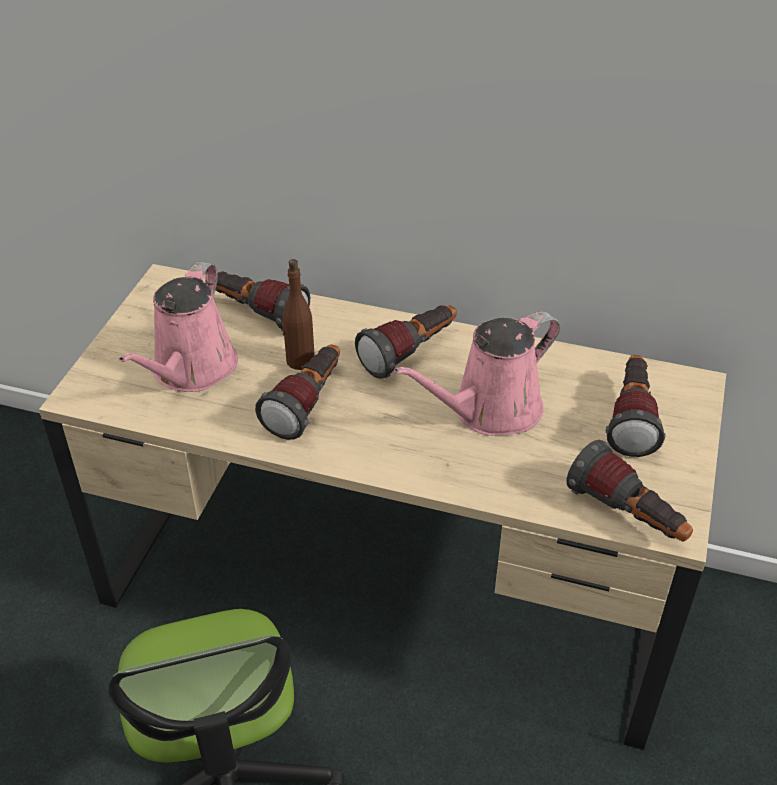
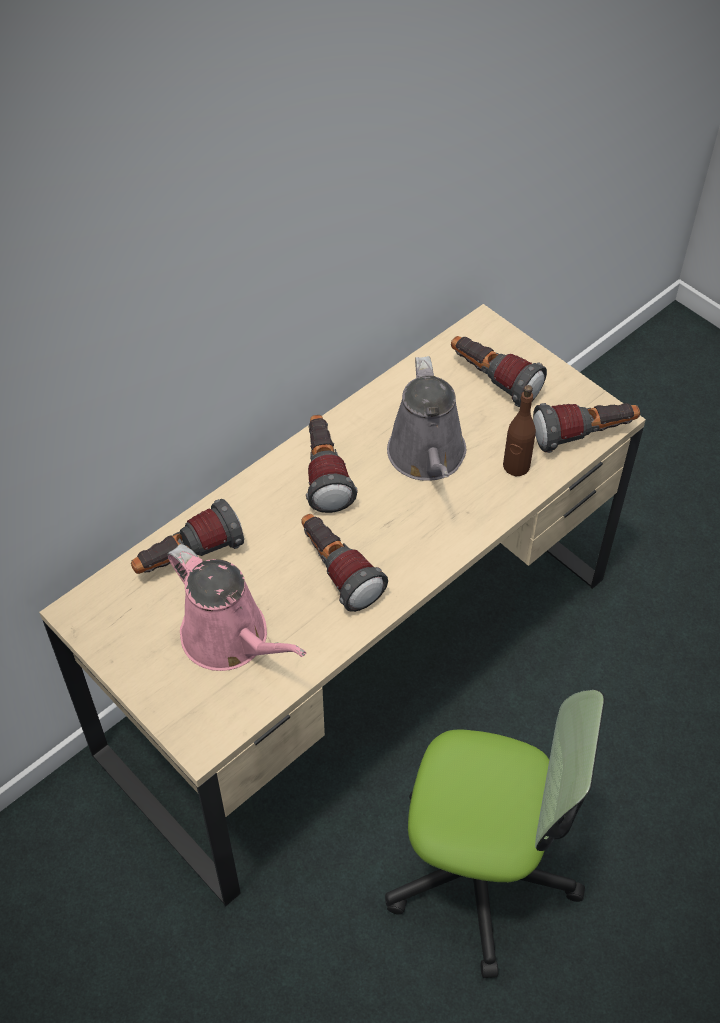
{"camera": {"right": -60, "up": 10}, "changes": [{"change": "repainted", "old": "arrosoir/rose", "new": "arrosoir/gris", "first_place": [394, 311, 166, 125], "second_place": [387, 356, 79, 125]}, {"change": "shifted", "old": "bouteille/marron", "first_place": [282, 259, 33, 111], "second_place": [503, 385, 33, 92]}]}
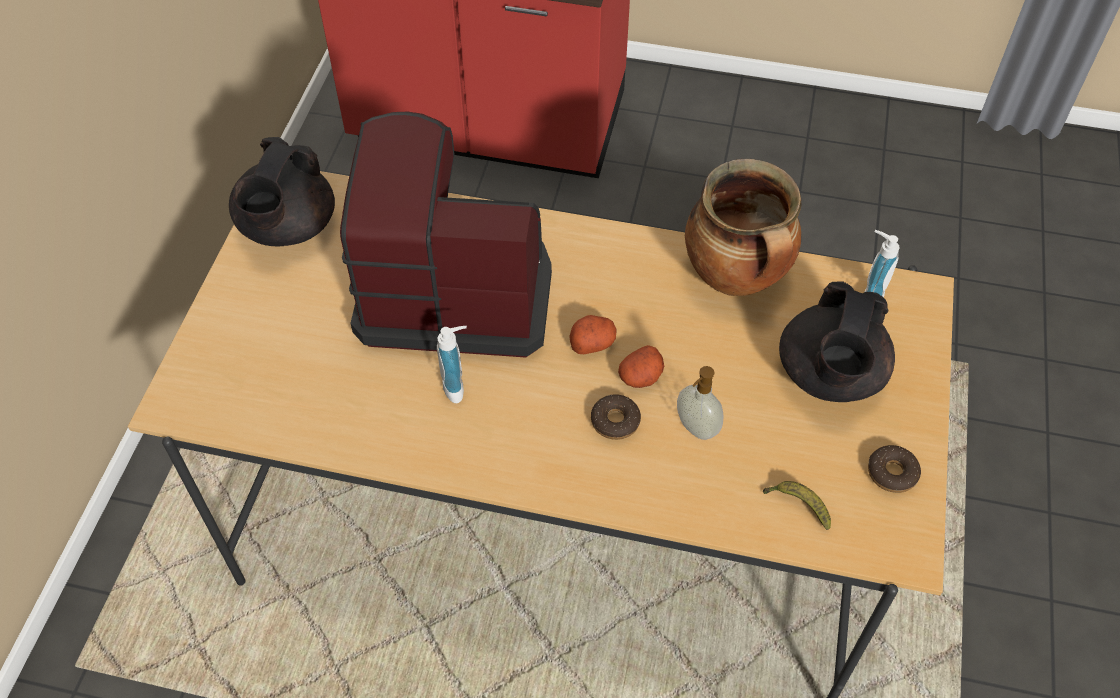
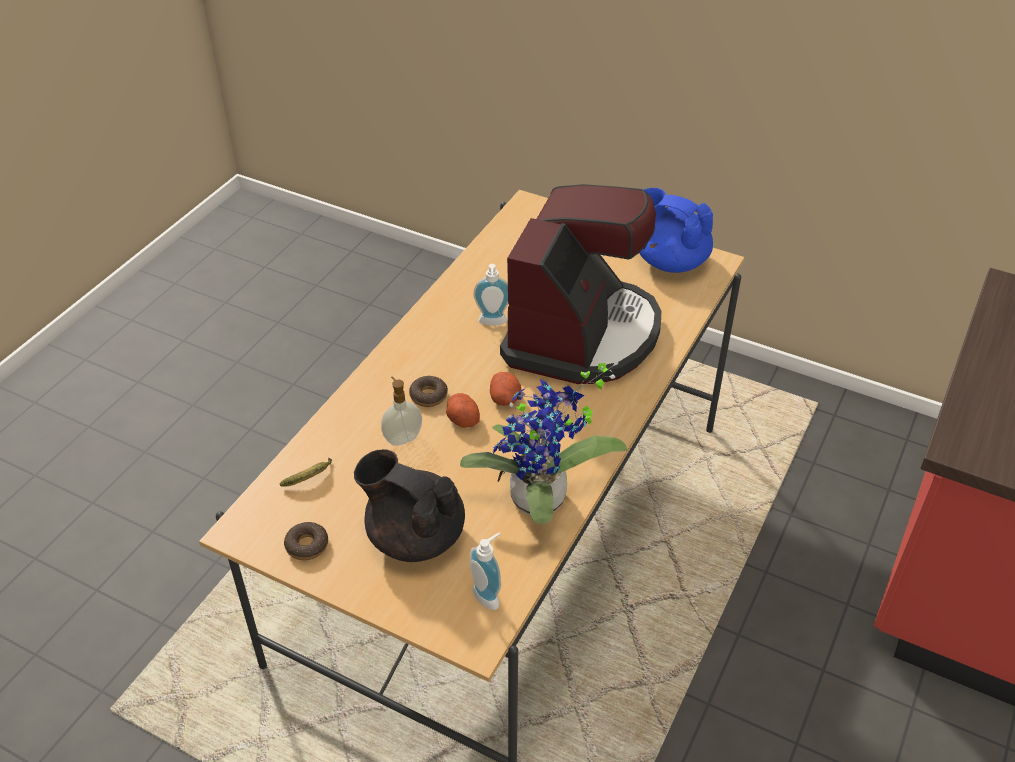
{"camera": {"right": 105, "up": -10}, "changes": [{"change": "swapped", "old": "marmite", "new": "plante en pot", "first_place": [685, 158, 116, 138], "second_place": [460, 362, 167, 162]}, {"change": "repainted", "old": "théière/noir", "new": "théière/bleu", "first_place": [229, 137, 106, 109], "second_place": [639, 188, 74, 85]}]}
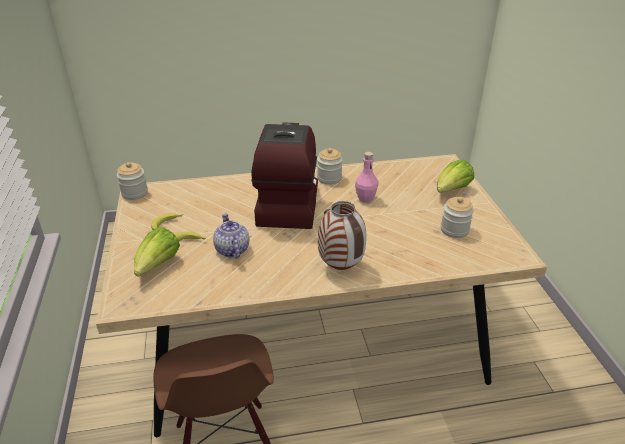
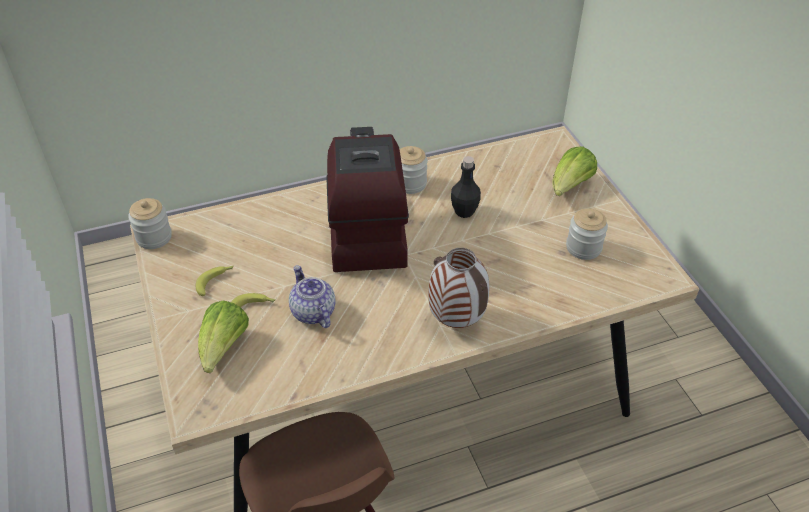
{"camera": {"right": -10, "up": 10}, "changes": [{"change": "repainted", "old": "bouteille/rose", "new": "bouteille/noir", "first_place": [355, 152, 24, 51], "second_place": [451, 156, 30, 62]}]}
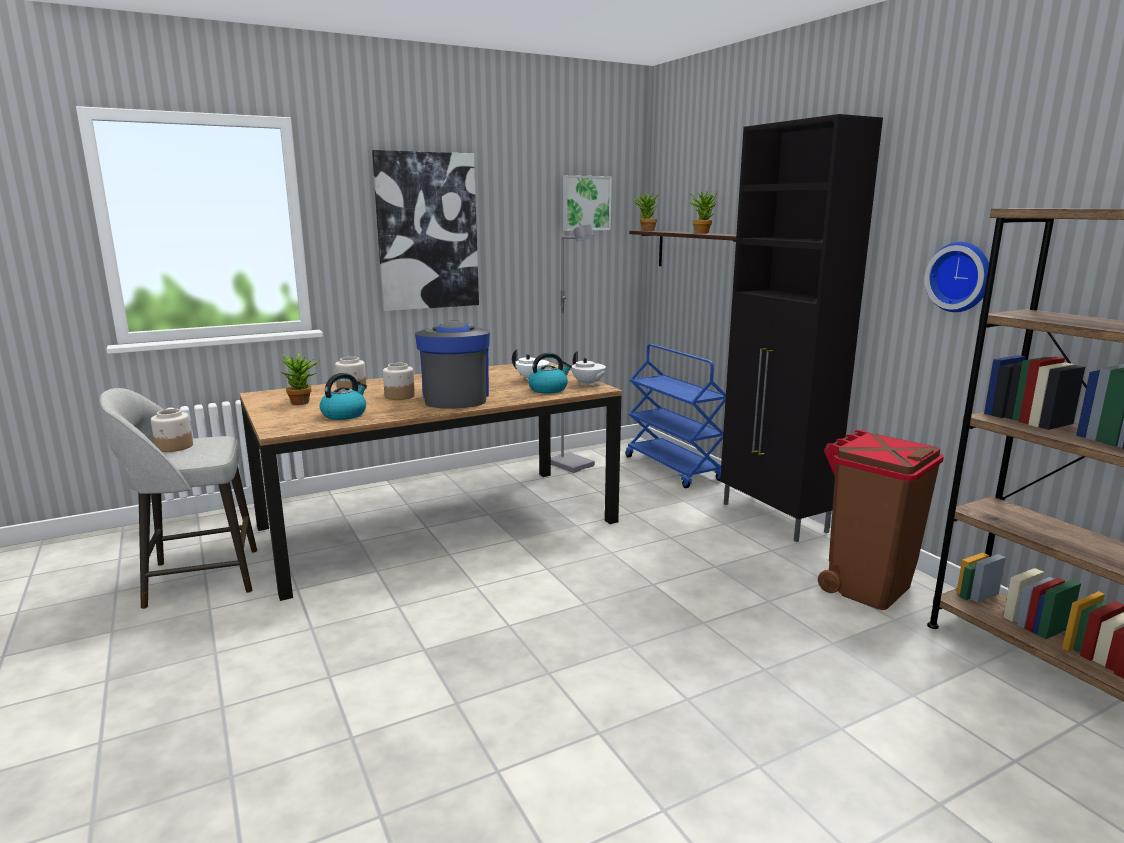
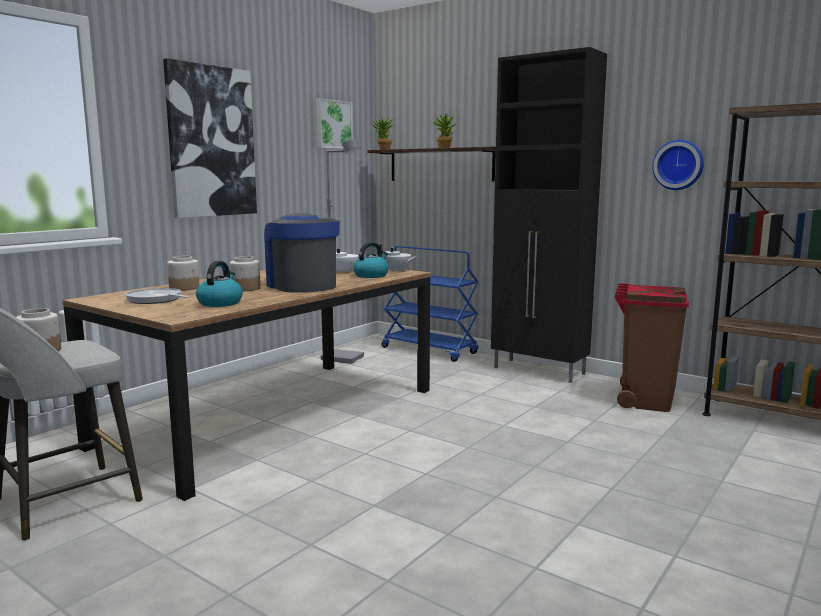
{"camera": {"right": -25, "up": -5}, "changes": [{"change": "swapped", "old": "plante en pot", "new": "poêle", "first_place": [281, 353, 39, 52], "second_place": [125, 288, 64, 16]}]}
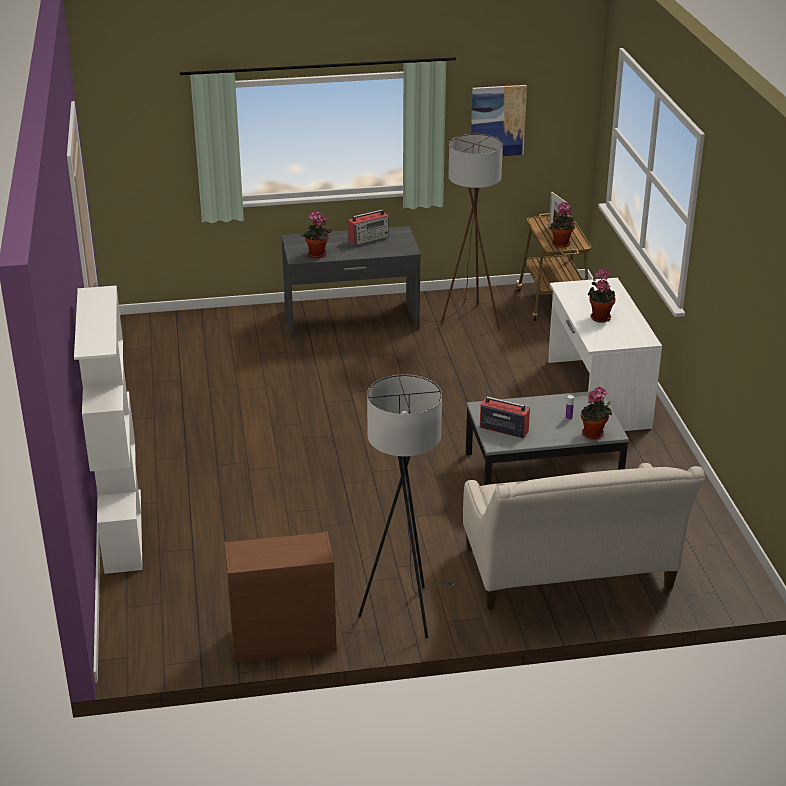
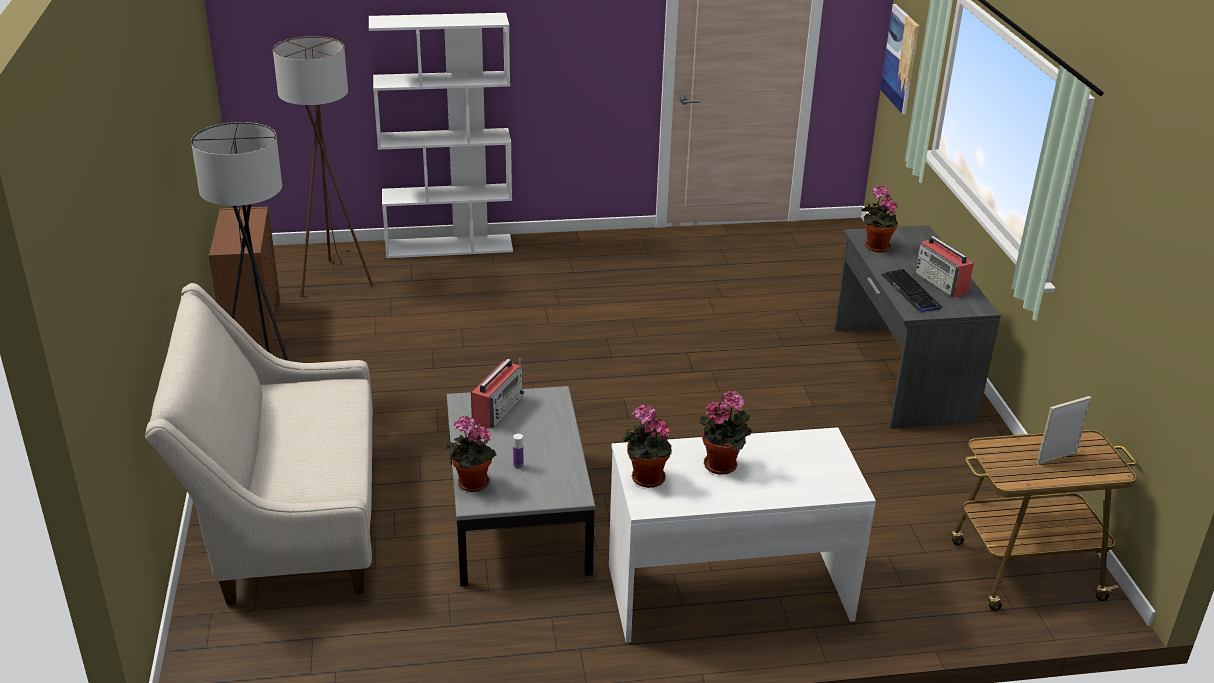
{"camera": {"right": 90, "up": 0}, "changes": [{"change": "shifted", "old": "lampadaire/marron", "first_place": [421, 134, 82, 196], "second_place": [273, 36, 100, 260]}, {"change": "shifted", "old": "plante en pot", "first_place": [549, 202, 26, 46], "second_place": [621, 404, 51, 84]}, {"change": "shifted", "old": "tableau", "first_place": [471, 85, 56, 71], "second_place": [880, 4, 39, 110]}, {"change": "new", "new": "clavier", "second_place": [881, 269, 61, 43]}]}
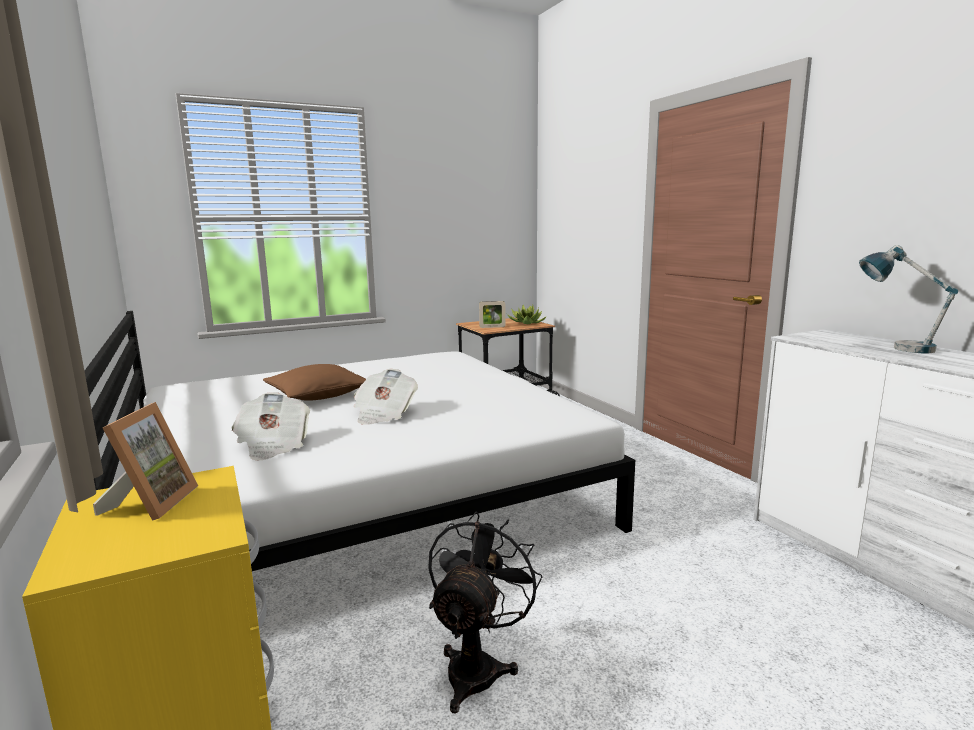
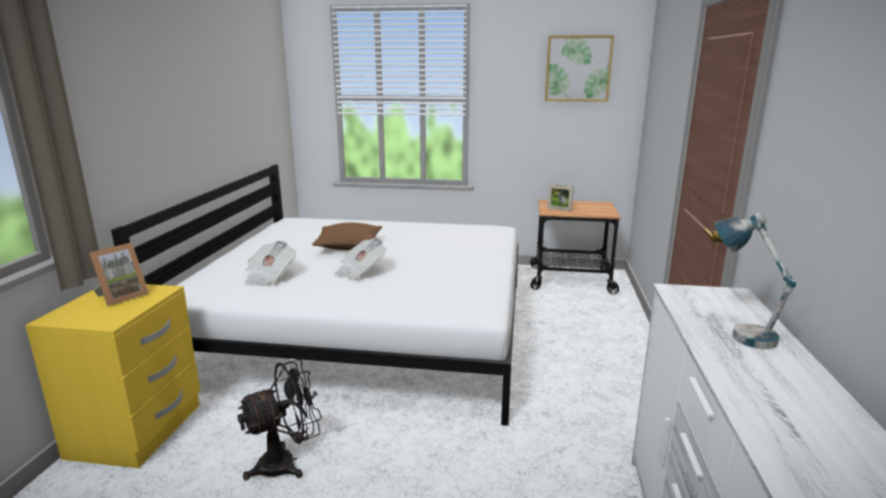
{"camera": {"right": 35, "up": 5}, "changes": [{"change": "new", "new": "tableau", "second_place": [545, 35, 69, 67]}, {"change": "gone", "old": "plante en pot", "first_place": [507, 304, 40, 20]}]}
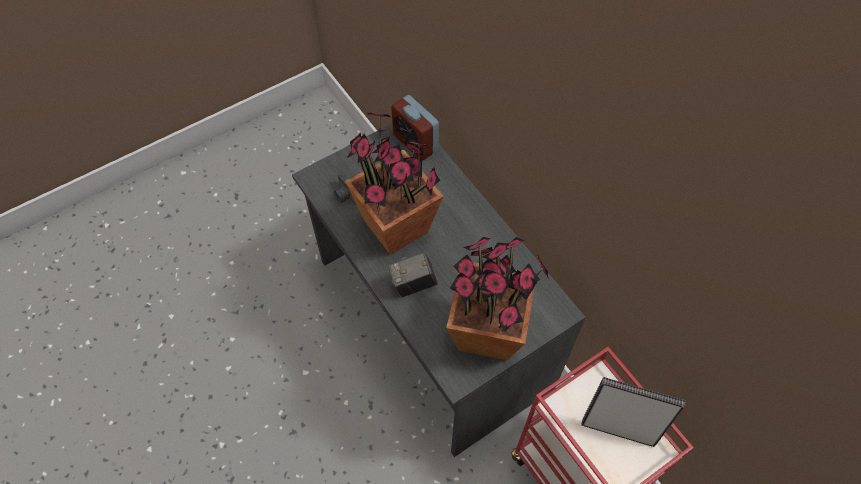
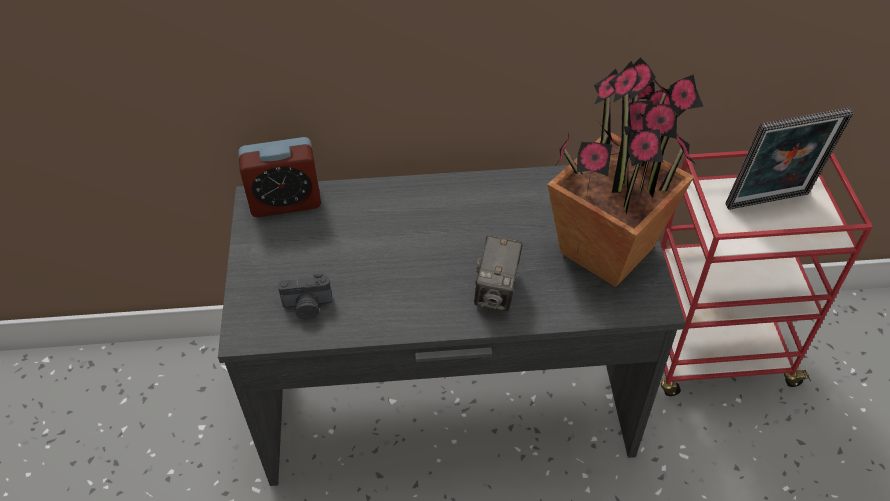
{"camera": {"right": -60, "up": -10}, "changes": [{"change": "rotated", "old": "cadre photo", "first_place": [581, 377, 104, 70], "second_place": [725, 107, 129, 103], "degrees": -150}, {"change": "gone", "old": "plante en pot", "first_place": [345, 112, 99, 143]}]}
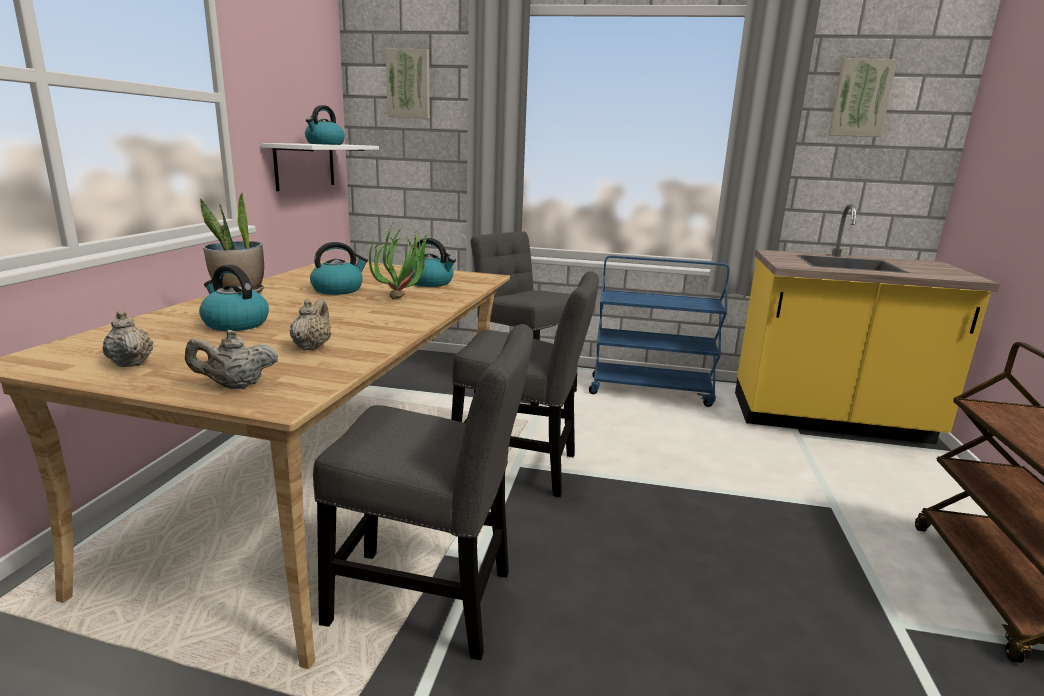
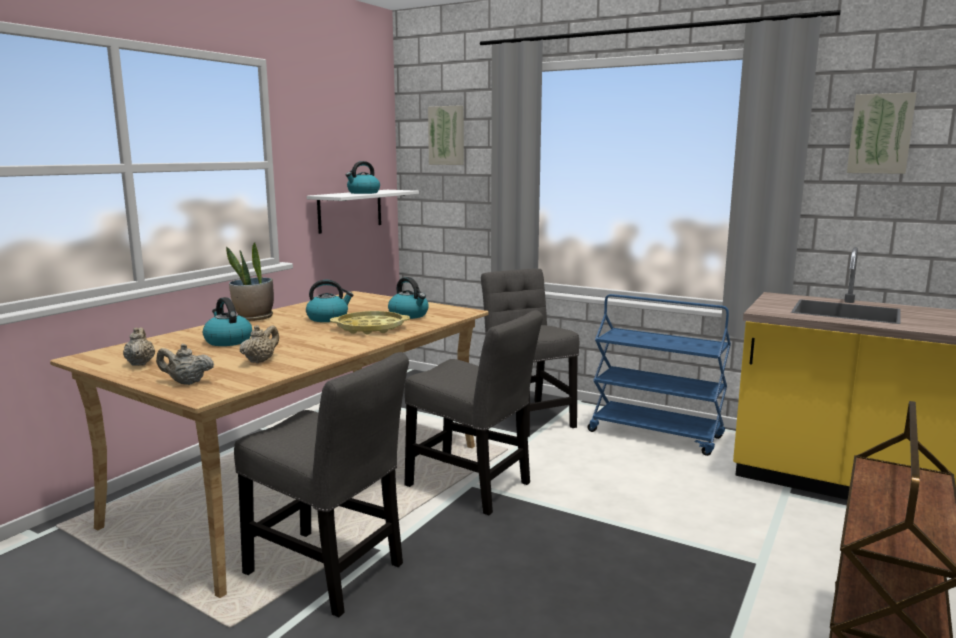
{"camera": {"right": 20, "up": -5}, "changes": [{"change": "swapped", "old": "plante en pot", "new": "plateau/jaune", "first_place": [369, 225, 60, 75], "second_place": [330, 311, 80, 23]}]}
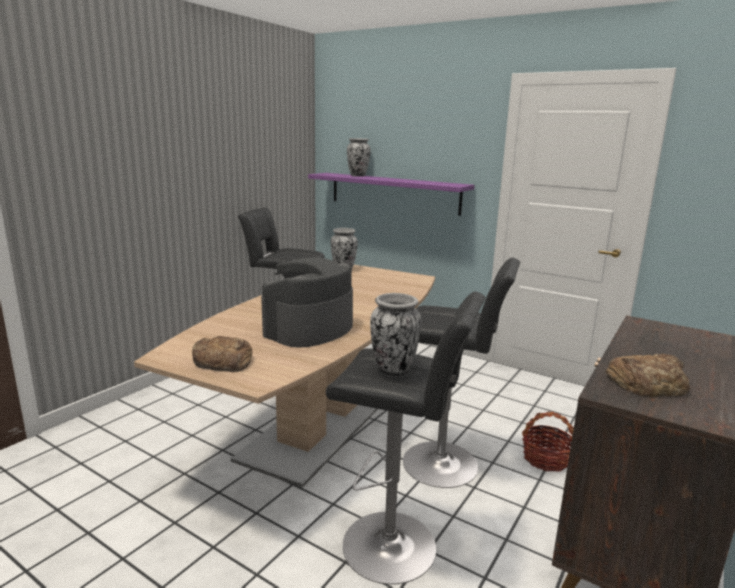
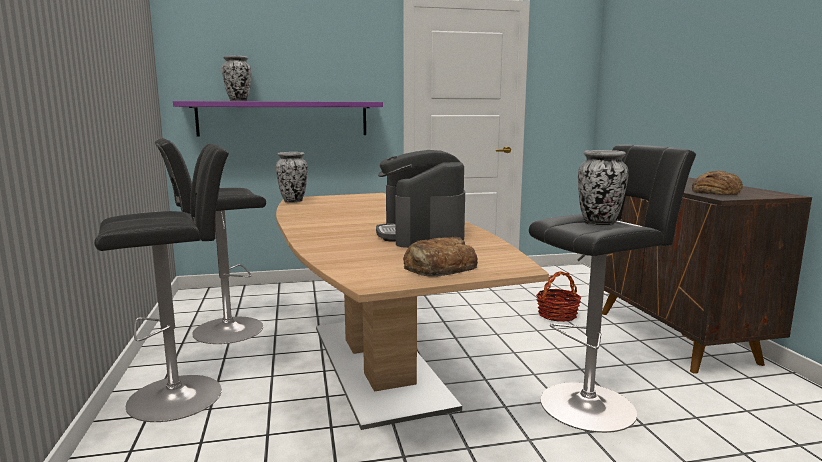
{"camera": {"right": -45, "up": -5}, "changes": [{"change": "shifted", "old": "tabouret/noir", "first_place": [403, 258, 117, 230], "second_place": [94, 144, 135, 278]}]}
